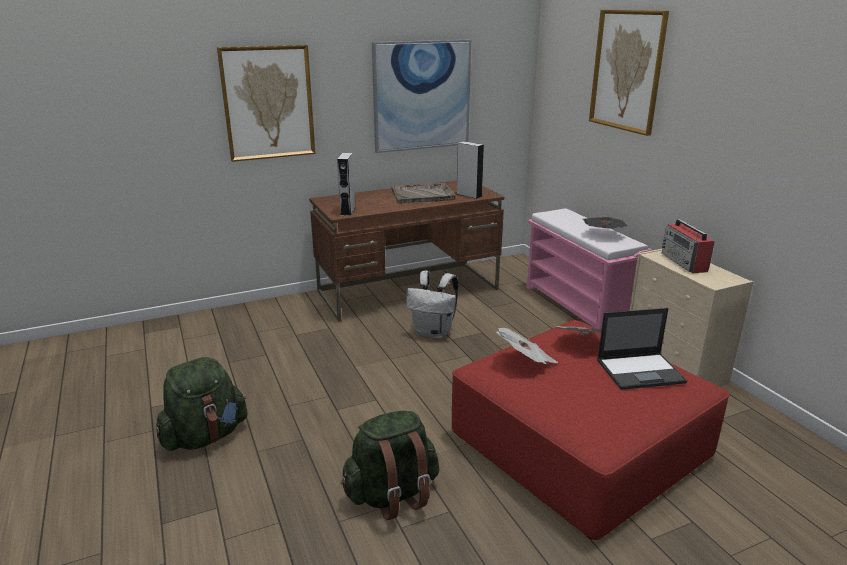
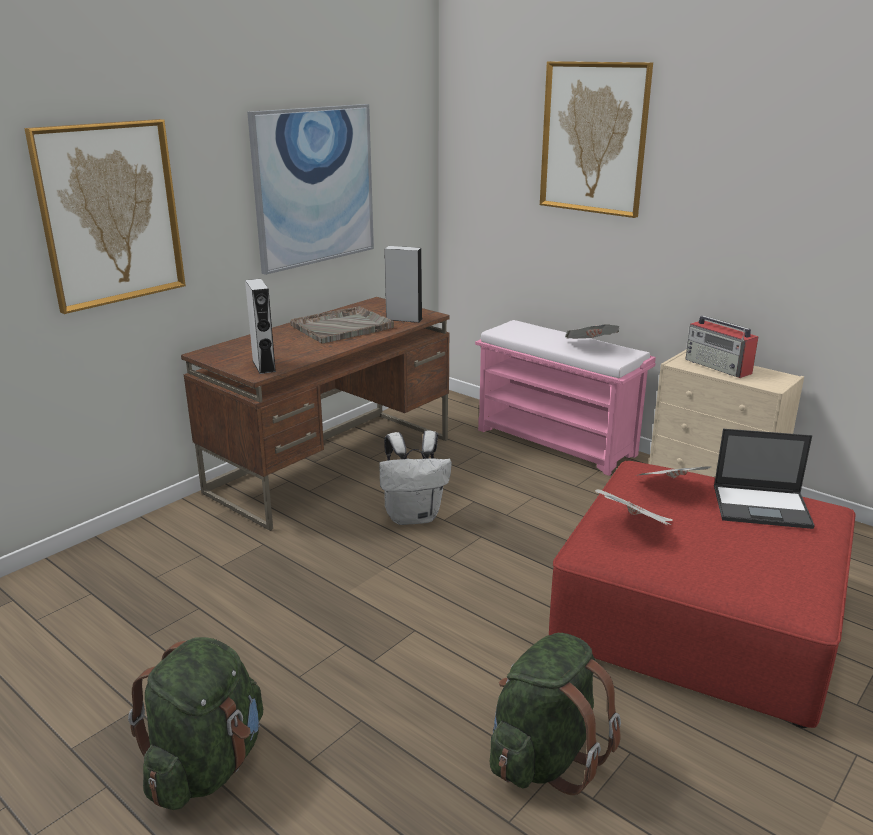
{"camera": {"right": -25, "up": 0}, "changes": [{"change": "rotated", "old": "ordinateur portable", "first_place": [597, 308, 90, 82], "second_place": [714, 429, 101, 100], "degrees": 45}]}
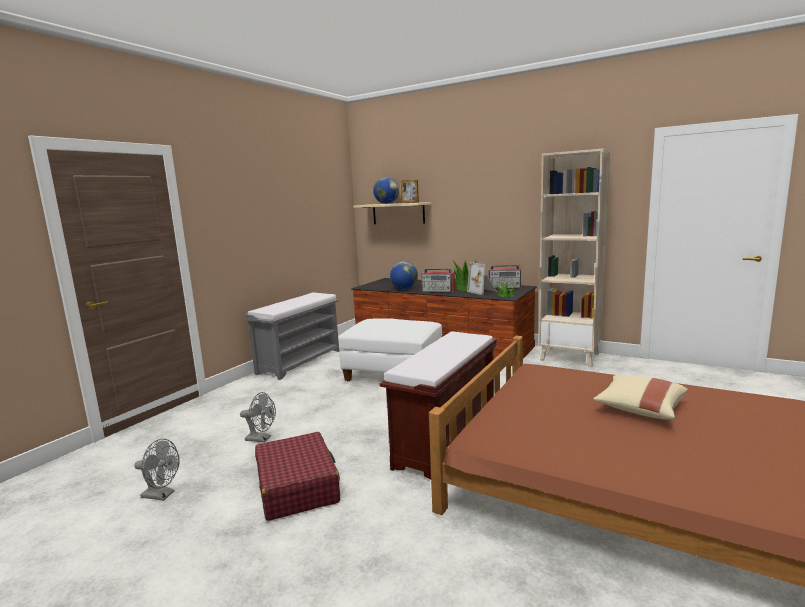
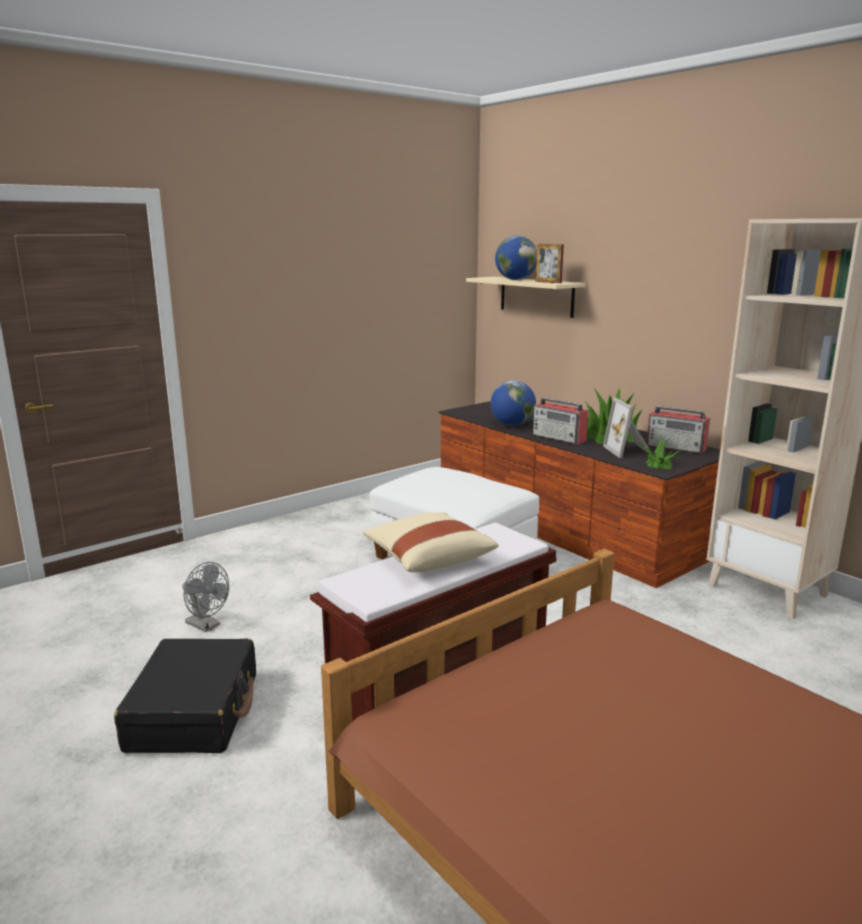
{"camera": {"right": 20, "up": 5}, "changes": [{"change": "repainted", "old": "valise/rouge", "new": "valise/noir", "first_place": [255, 432, 85, 89], "second_place": [114, 638, 142, 115]}, {"change": "shifted", "old": "coussin/beige", "first_place": [593, 375, 95, 44], "second_place": [362, 512, 137, 60]}, {"change": "gone", "old": "ventilateur/gris", "first_place": [134, 439, 46, 62]}, {"change": "gone", "old": "banc/gris", "first_place": [244, 292, 96, 88]}]}
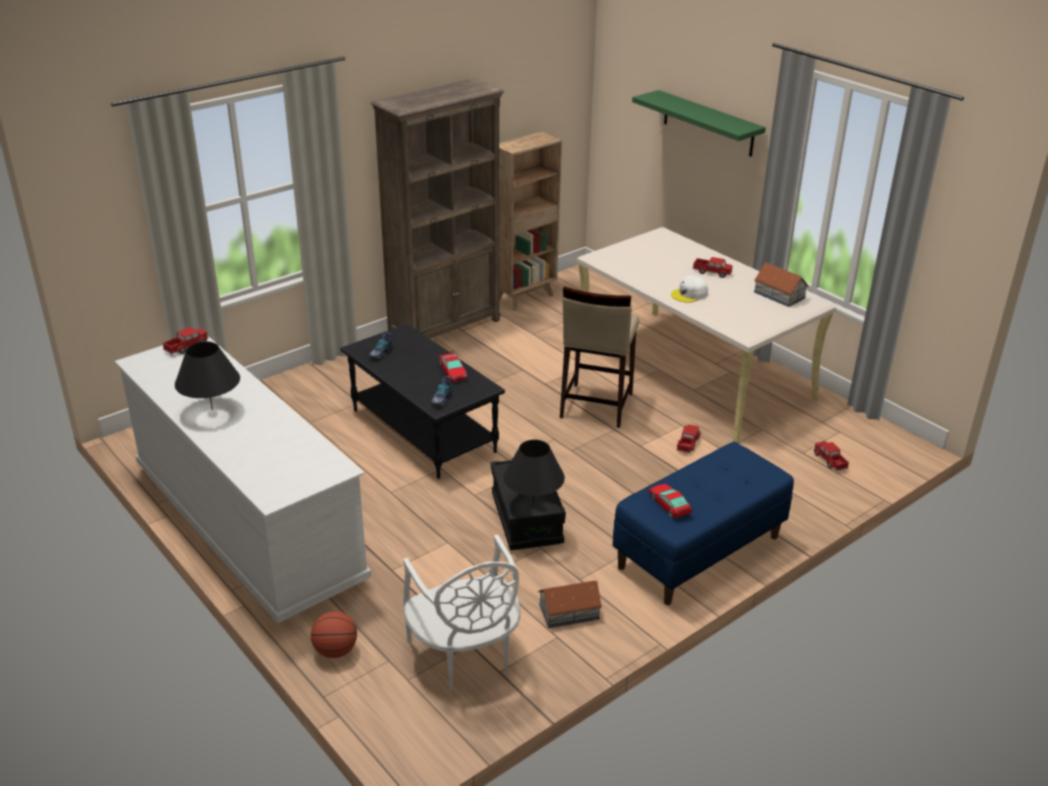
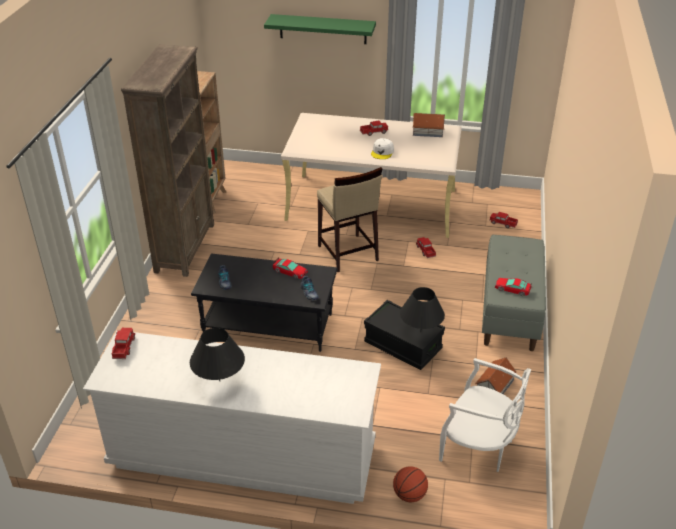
{"camera": {"right": -40, "up": 5}, "changes": [{"change": "repainted", "old": "banc/bleu", "new": "banc/gris", "first_place": [613, 442, 181, 163], "second_place": [482, 235, 64, 116]}]}
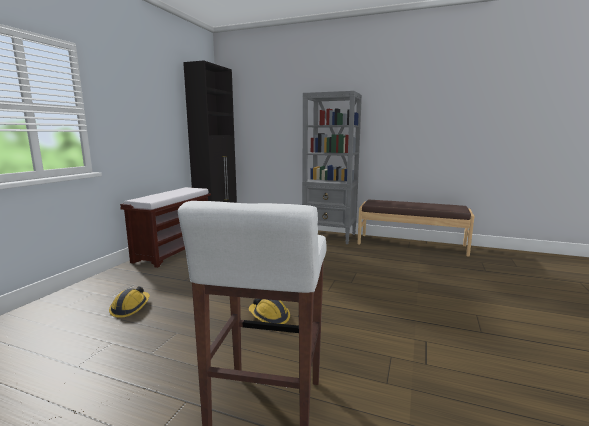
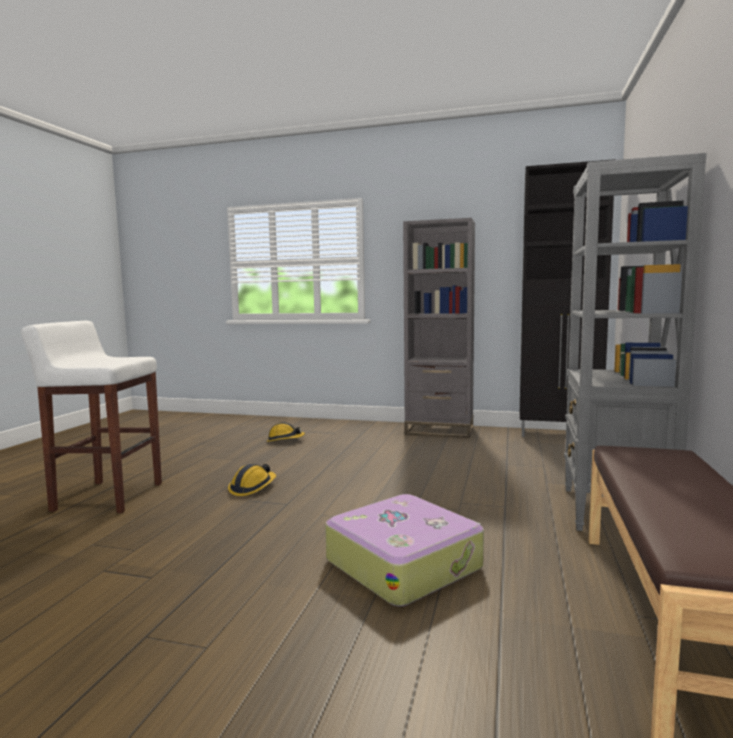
{"camera": {"right": 85, "up": -5}, "changes": [{"change": "new", "new": "valise", "second_place": [325, 494, 159, 113]}, {"change": "swapped", "old": "banc/marron", "new": "bibliothèque/gris", "first_place": [120, 187, 91, 81], "second_place": [403, 218, 72, 220]}]}
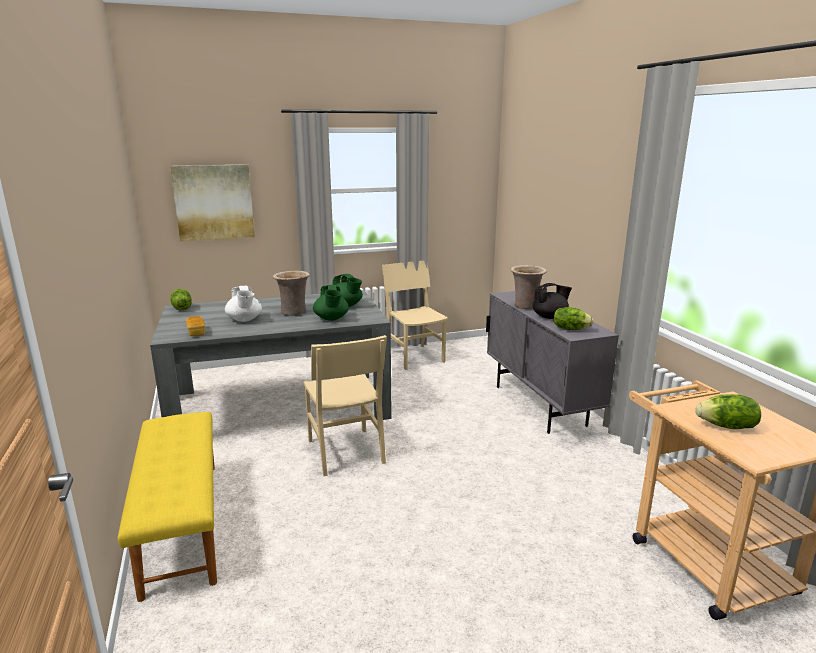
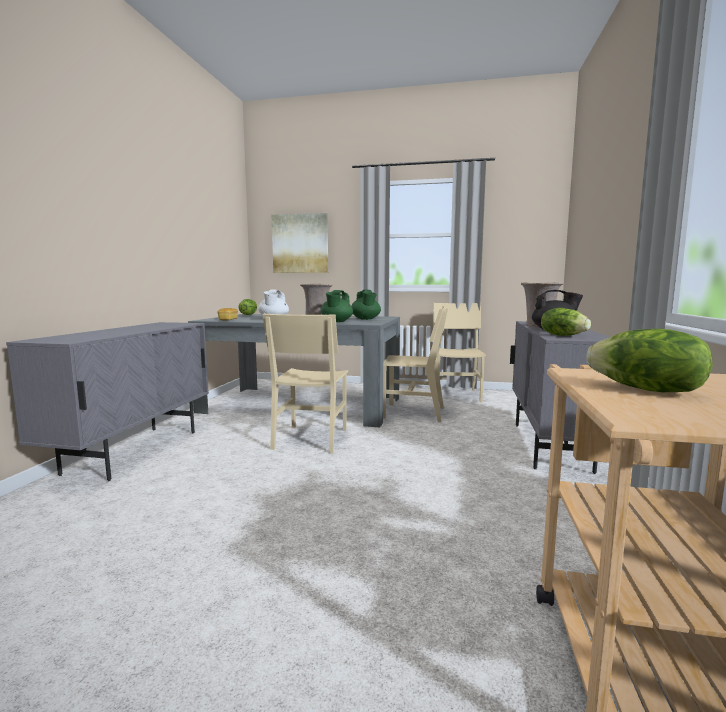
{"camera": {"right": 30, "up": -10}, "changes": [{"change": "swapped", "old": "banc/jaune", "new": "meuble de rangement/gris", "first_place": [118, 412, 99, 190], "second_place": [6, 322, 203, 159]}, {"change": "new", "new": "chaise/beige", "second_place": [383, 306, 65, 116]}]}
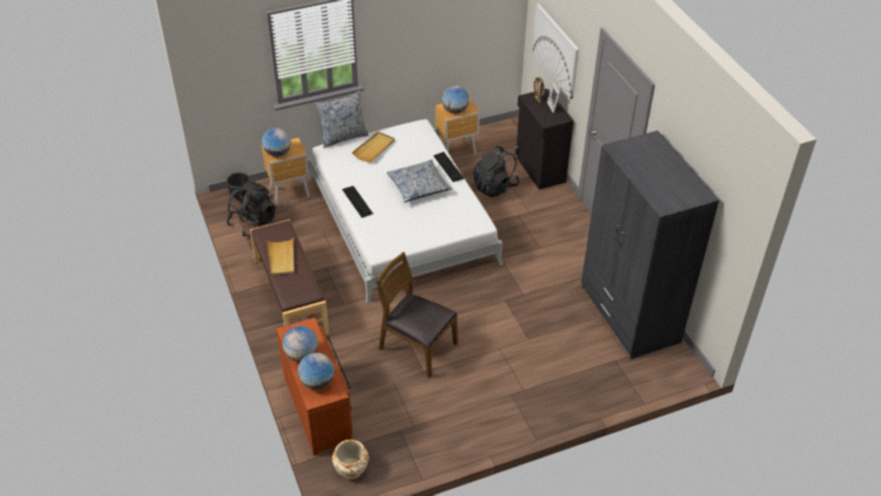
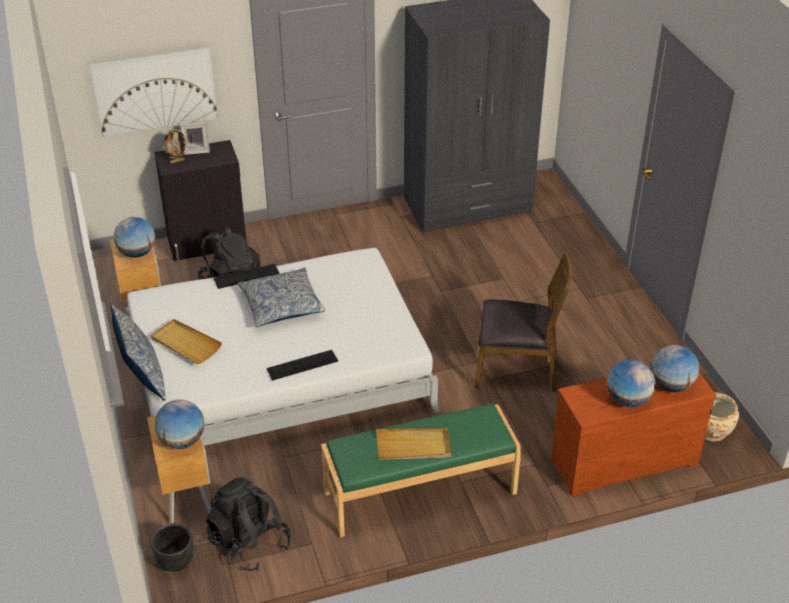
{"camera": {"right": -85, "up": -5}, "changes": [{"change": "repainted", "old": "banc/marron", "new": "banc/vert", "first_place": [250, 219, 79, 116], "second_place": [321, 403, 201, 134]}, {"change": "rotated", "old": "chaise/marron", "first_place": [376, 252, 82, 126], "second_place": [475, 252, 97, 140], "degrees": -120}]}
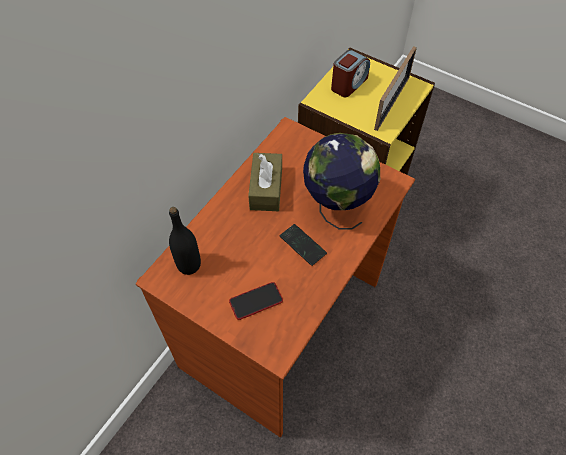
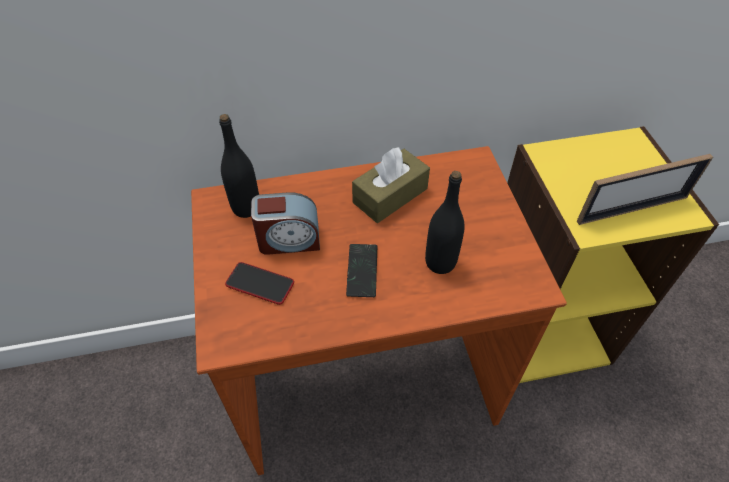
{"camera": {"right": 45, "up": -5}, "changes": [{"change": "shifted", "old": "réveil", "first_place": [331, 50, 39, 47], "second_place": [251, 192, 69, 63]}, {"change": "swapped", "old": "globe", "new": "bouteille/noir", "first_place": [303, 133, 77, 96], "second_place": [425, 171, 40, 103]}]}
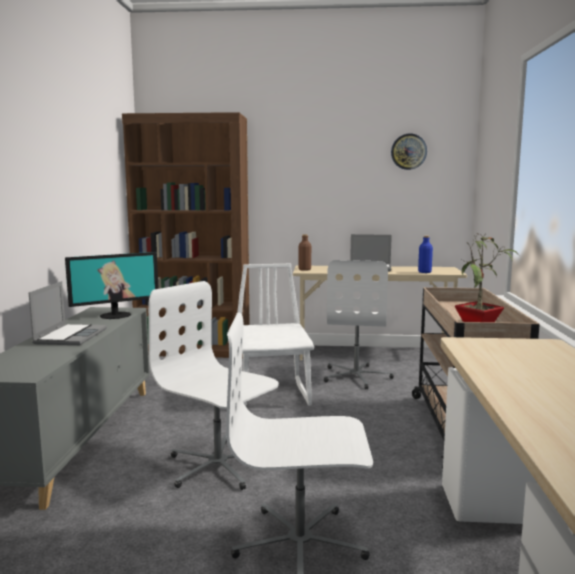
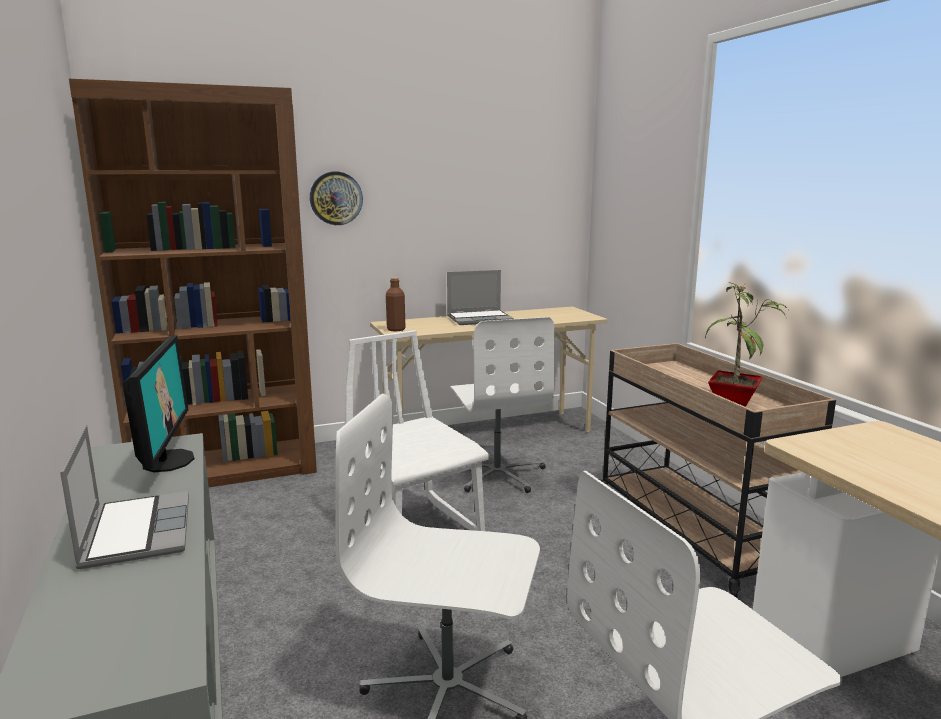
{"camera": {"right": -25, "up": 5}, "changes": [{"change": "rotated", "old": "écran d'ordinateur", "first_place": [65, 252, 94, 67], "second_place": [122, 335, 72, 137], "degrees": -45}, {"change": "shifted", "old": "horloge murale", "first_place": [391, 134, 36, 36], "second_place": [310, 172, 53, 53]}, {"change": "gone", "old": "bouteille/bleu", "first_place": [418, 236, 15, 37]}]}
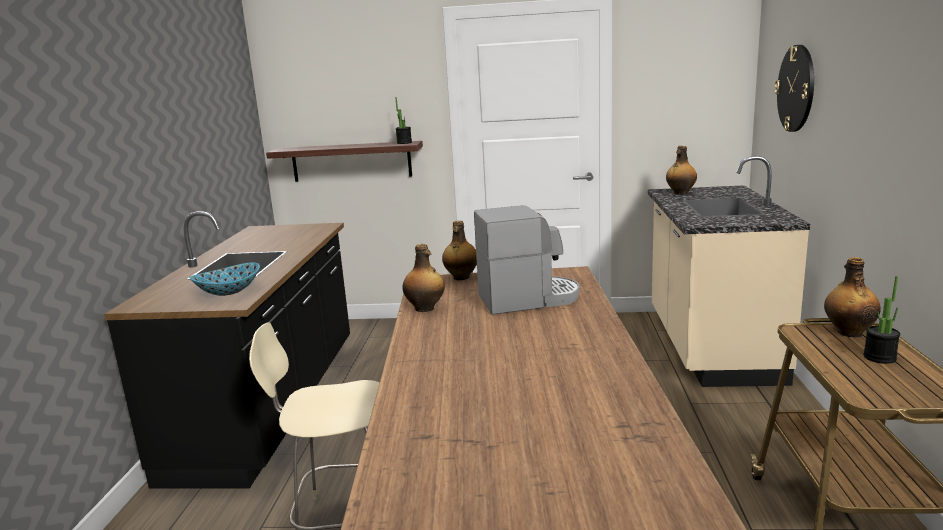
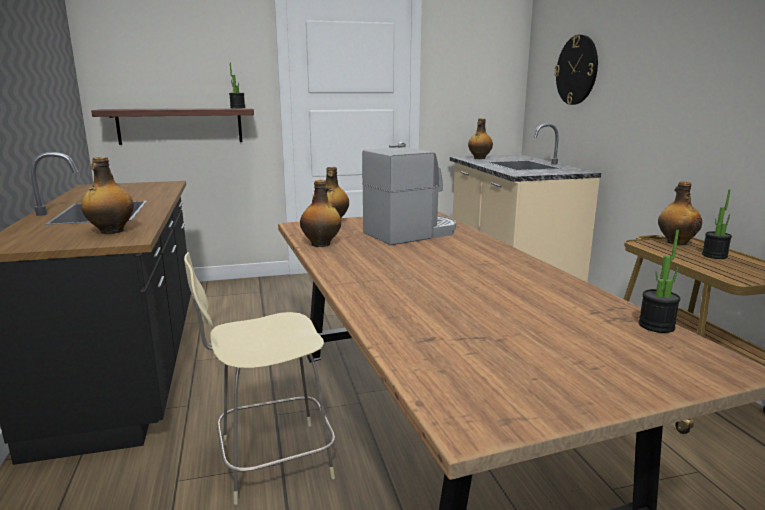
{"camera": {"right": -20, "up": 0}, "changes": [{"change": "swapped", "old": "bol", "new": "bouteille", "first_place": [190, 262, 70, 34], "second_place": [81, 157, 53, 77]}, {"change": "new", "new": "plante en pot", "second_place": [638, 230, 42, 103]}]}
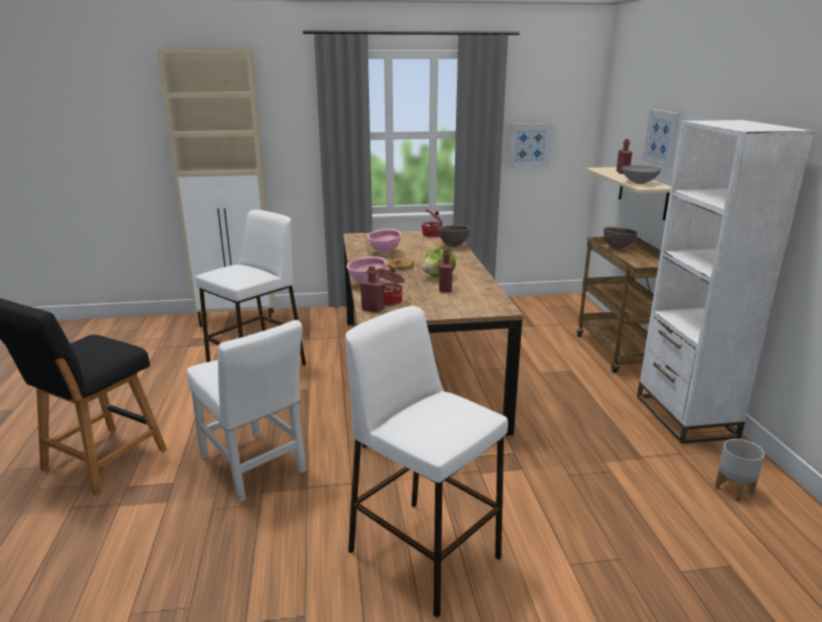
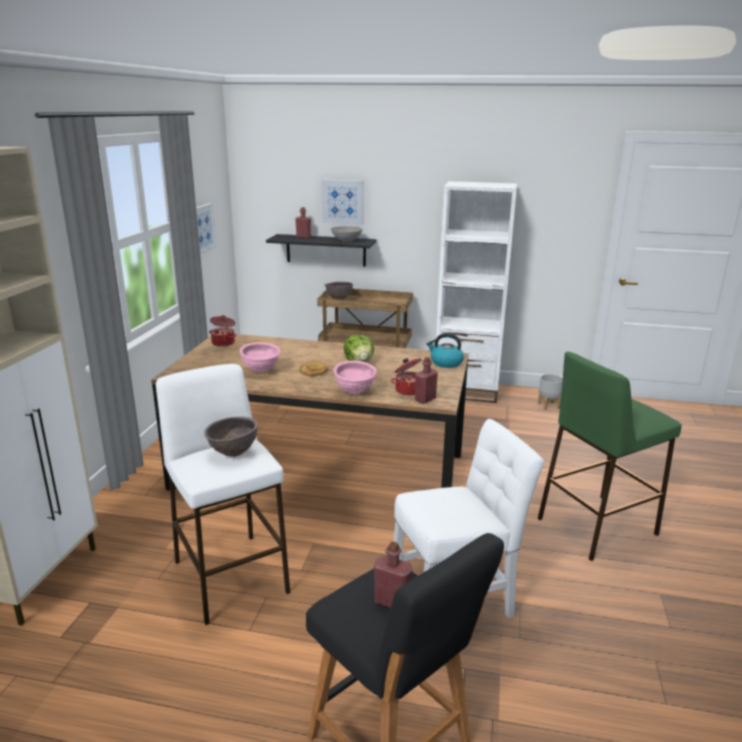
{"camera": {"right": -70, "up": 0}, "changes": [{"change": "shifted", "old": "bol/marron", "first_place": [437, 225, 33, 22], "second_place": [204, 417, 54, 40]}, {"change": "repainted", "old": "étagère/beige", "new": "étagère/noir", "first_place": [586, 167, 85, 53], "second_place": [266, 234, 110, 33]}, {"change": "shifted", "old": "bouteille/rouge", "first_place": [439, 249, 14, 43], "second_place": [374, 542, 38, 66]}, {"change": "new", "new": "bouilloire", "second_place": [427, 333, 37, 35]}, {"change": "repainted", "old": "tabouret/blanc", "new": "tabouret/vert", "first_place": [345, 306, 163, 312], "second_place": [538, 352, 144, 209]}]}
